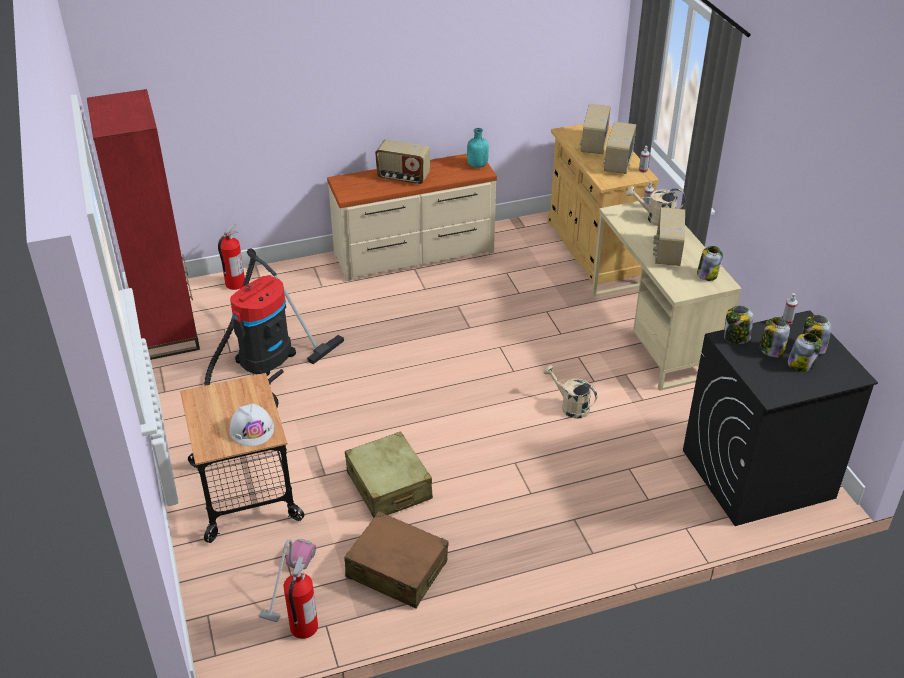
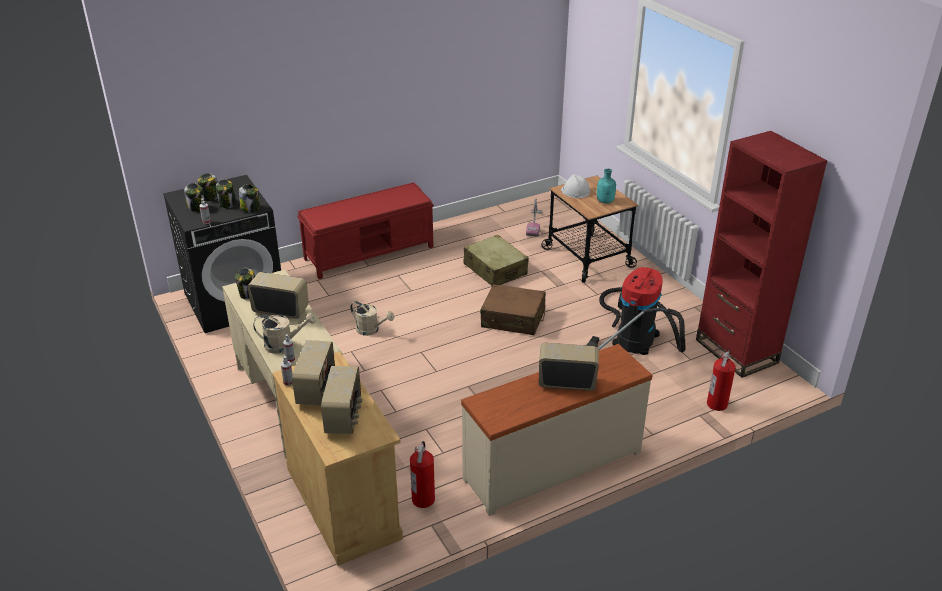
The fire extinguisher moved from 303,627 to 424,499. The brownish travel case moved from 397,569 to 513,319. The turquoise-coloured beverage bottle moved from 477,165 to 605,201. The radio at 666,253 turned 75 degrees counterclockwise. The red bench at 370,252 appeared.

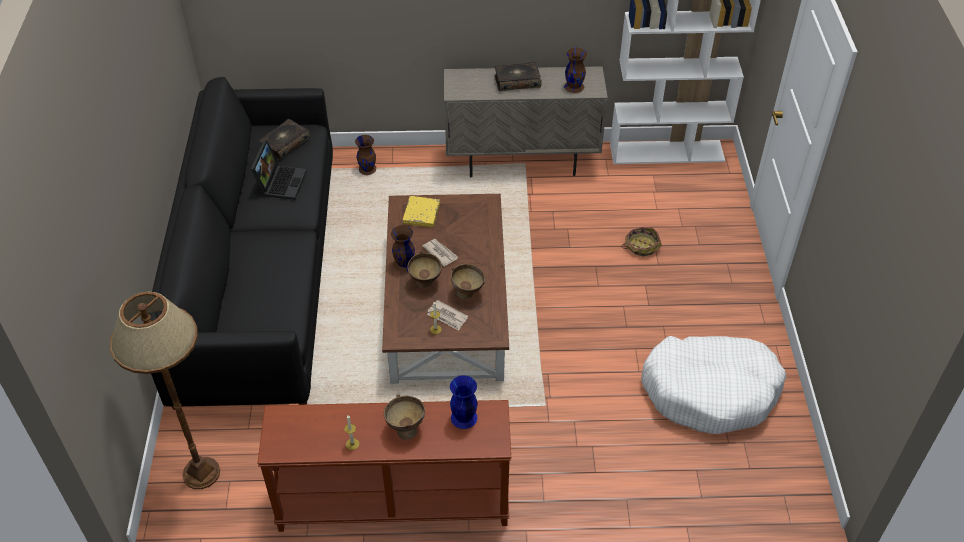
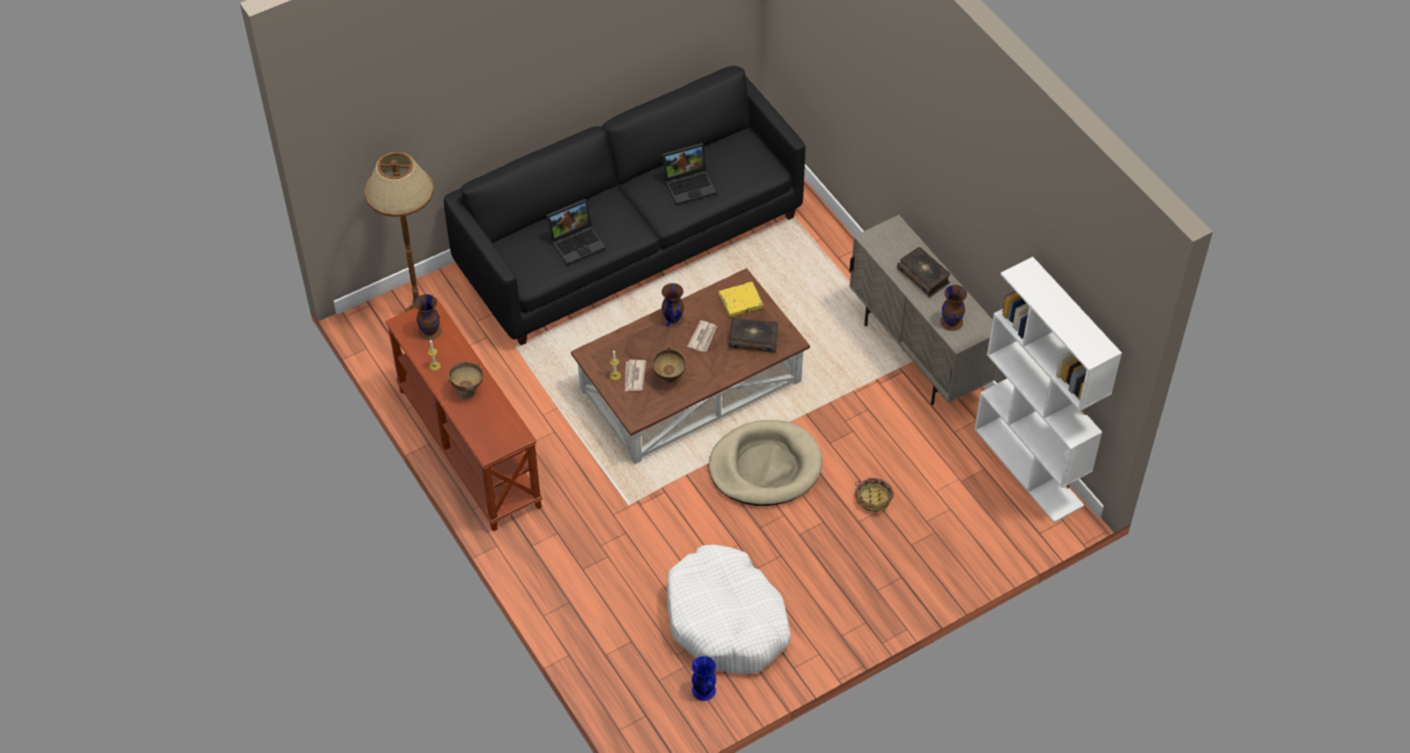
The volume moved from 284,144 to 753,339. The brownish flower vase moved from 367,169 to 430,331. The brownish deep dish at 425,284 disappeared. The bluish flower vase moved from 463,418 to 703,690. The portable computer at 577,242 appeared. The beige-coloured dog cushion at 765,466 appeared.

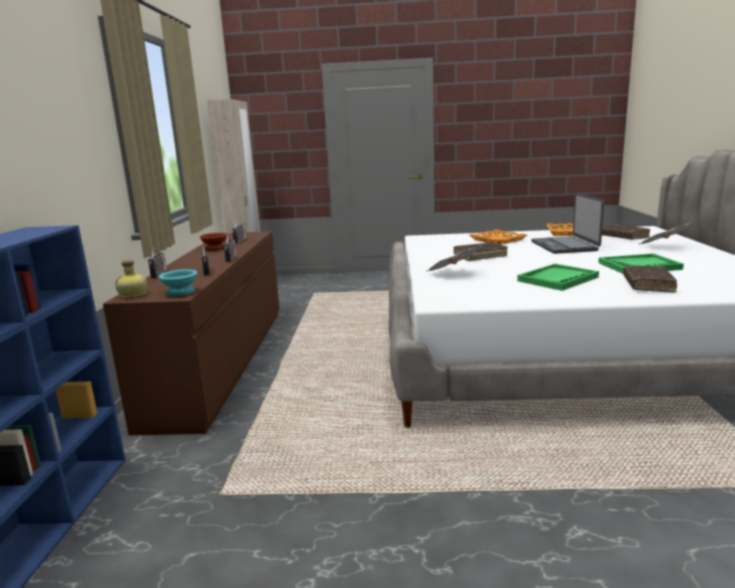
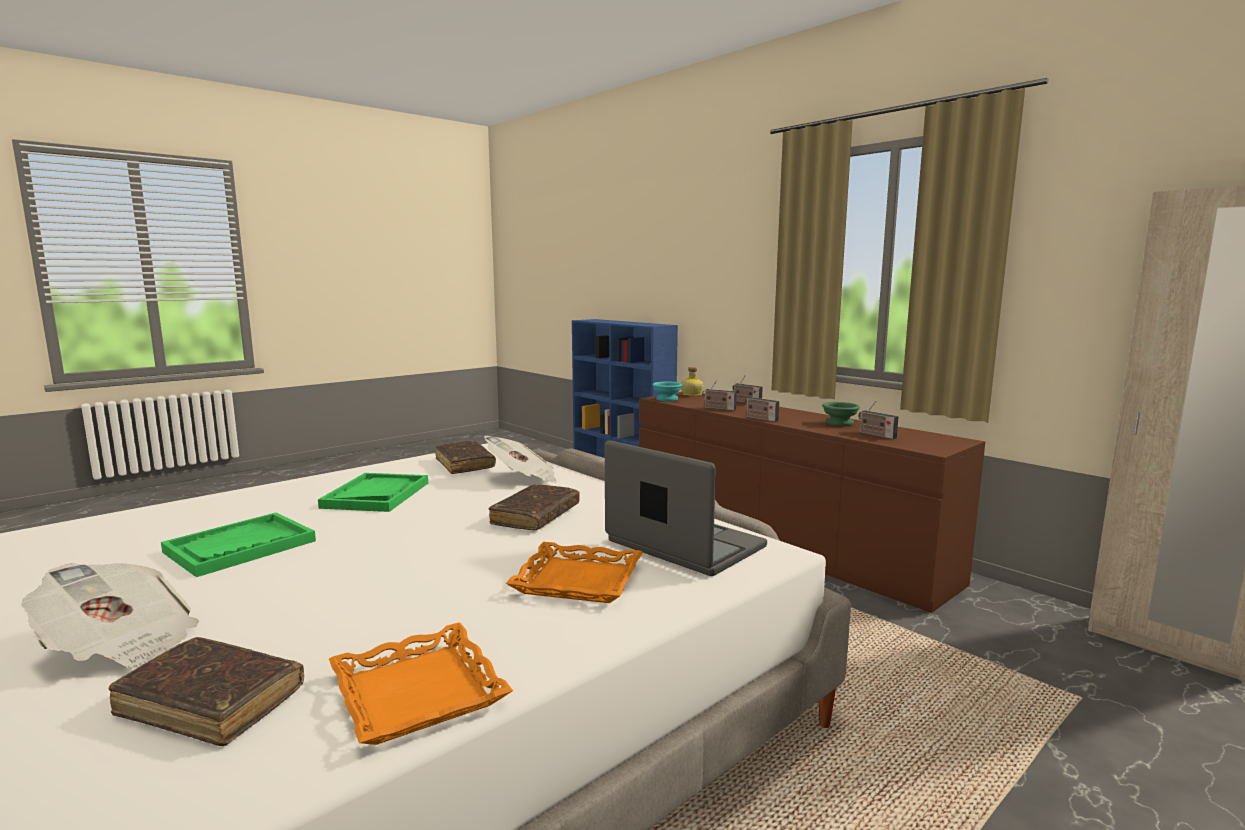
The brownish deep dish at 215,248 became the green-coloured deep dish at 840,423. The portable computer moved from 565,246 to 684,545. The brownish volume moved from 647,285 to 465,464.

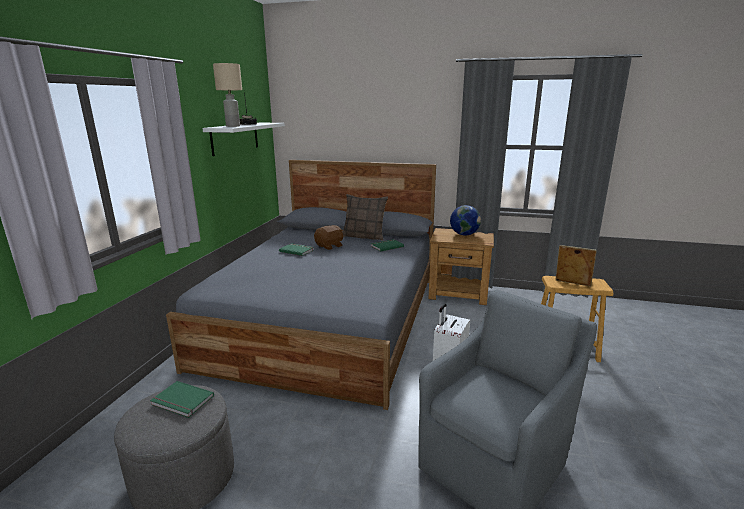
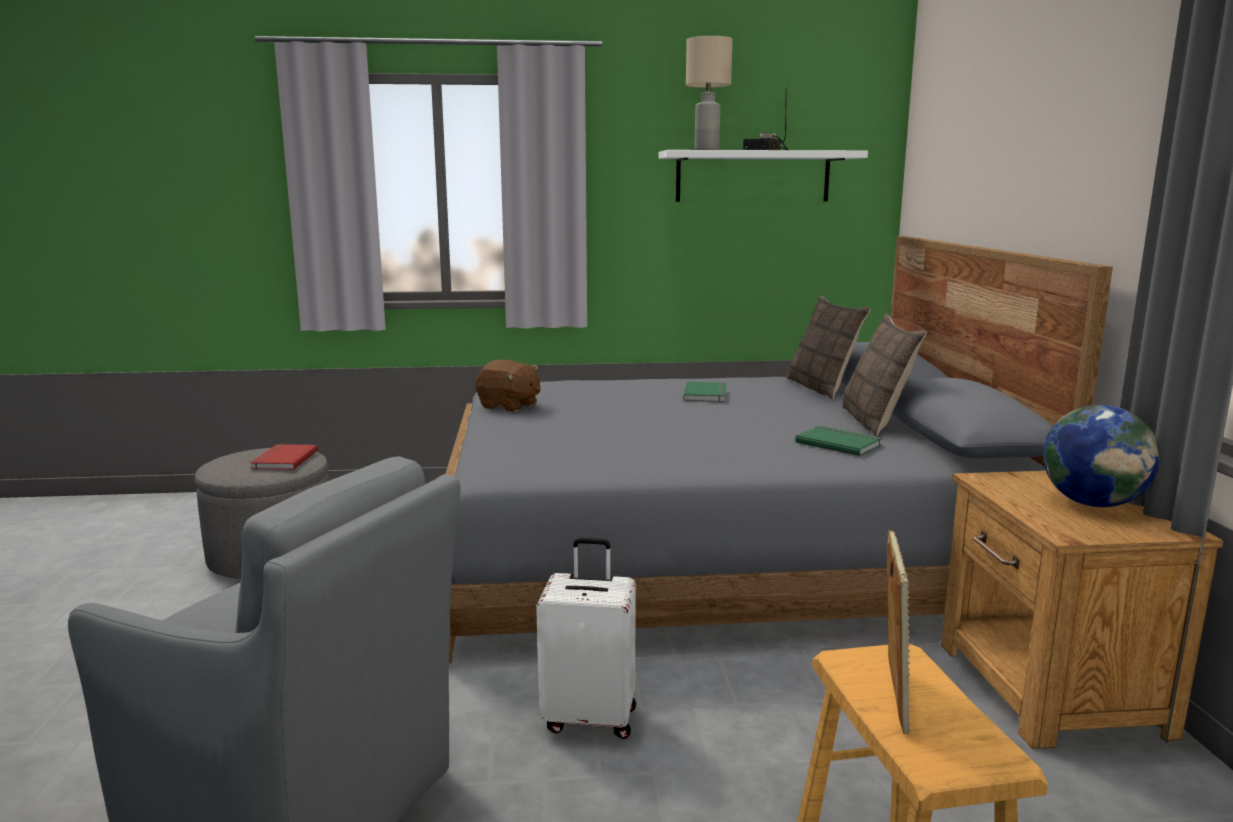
The green-coloured volume at 181,401 became the red volume at 283,460. The brownish soft toy moved from 329,246 to 509,406. The pillow at 822,388 appeared.

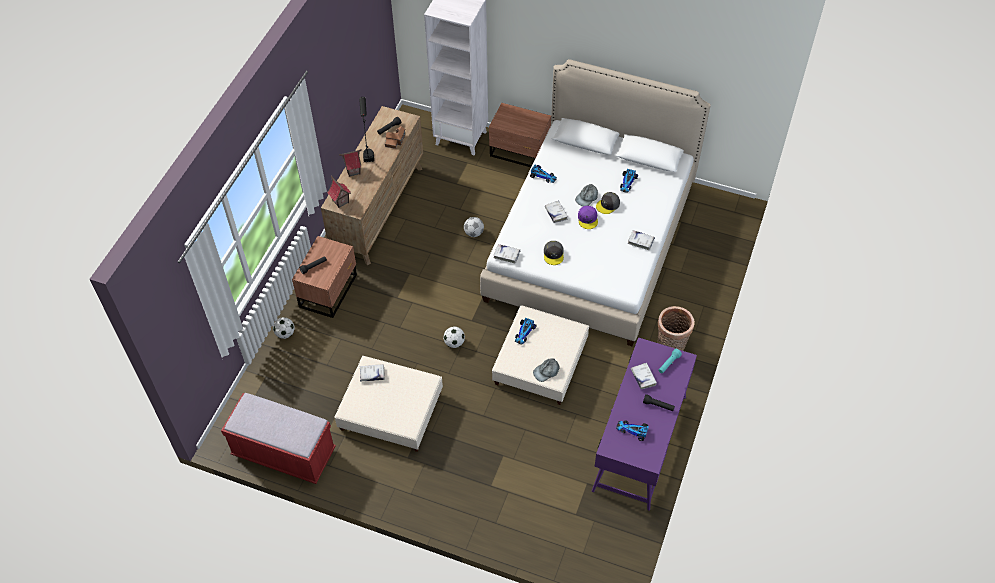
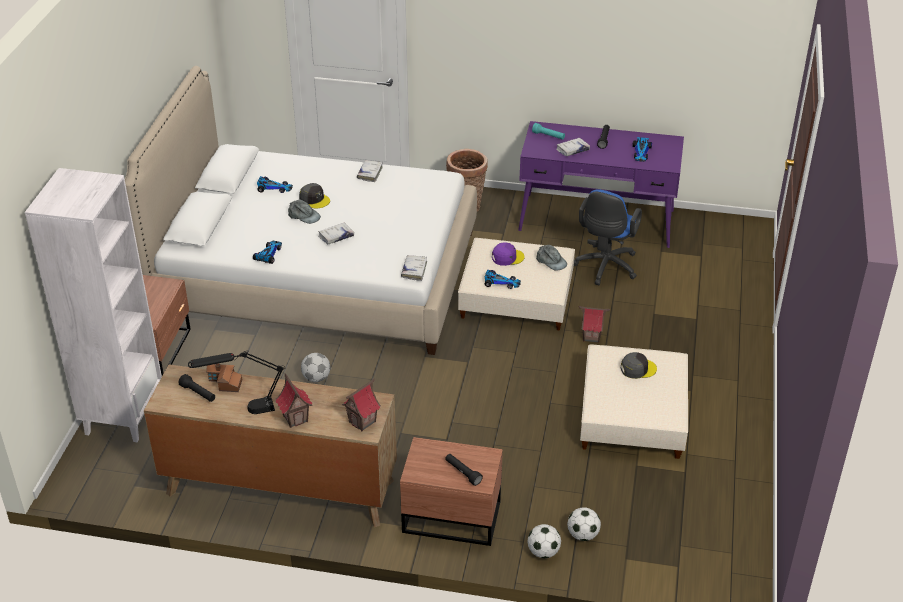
The red bench at 284,453 disappeared. The white-coloured volume at 372,374 disappeared. The football moved from 454,343 to 583,535. The gray cap moved from 553,254 to 638,368. The purplish cap moved from 588,219 to 507,257. The bluish office chair at 605,268 appeared. The miniature house at 591,337 appeared.

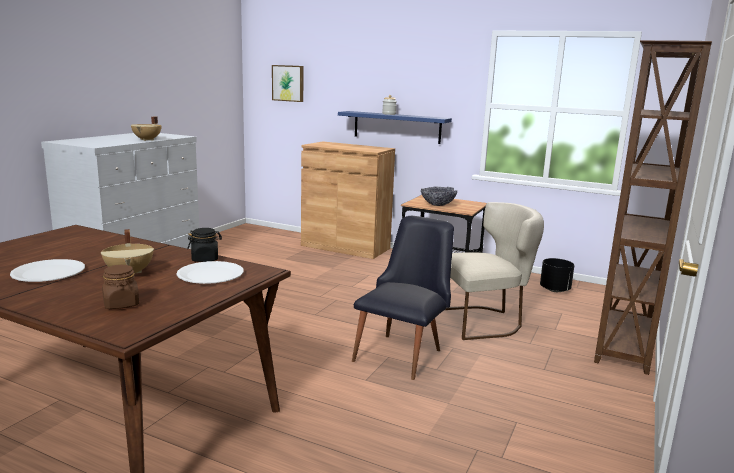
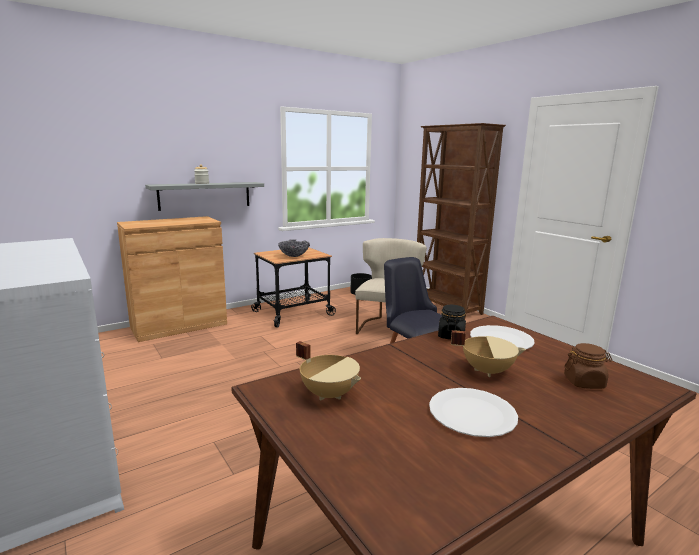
The beige-coloured stockpot moved from 147,140 to 329,394. The picture at 288,83 disappeared. The bluish bracket shelf at 397,127 became the gray bracket shelf at 205,195.

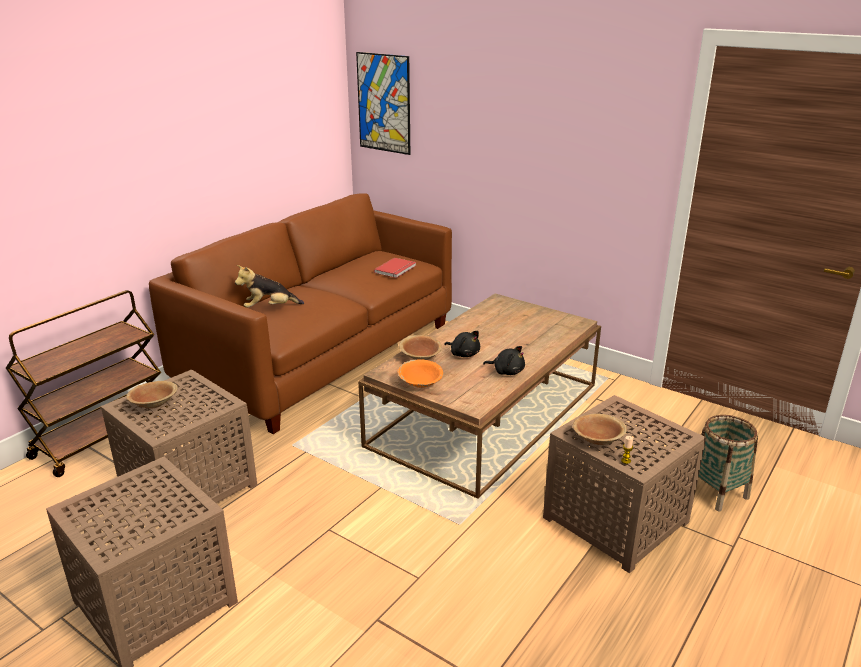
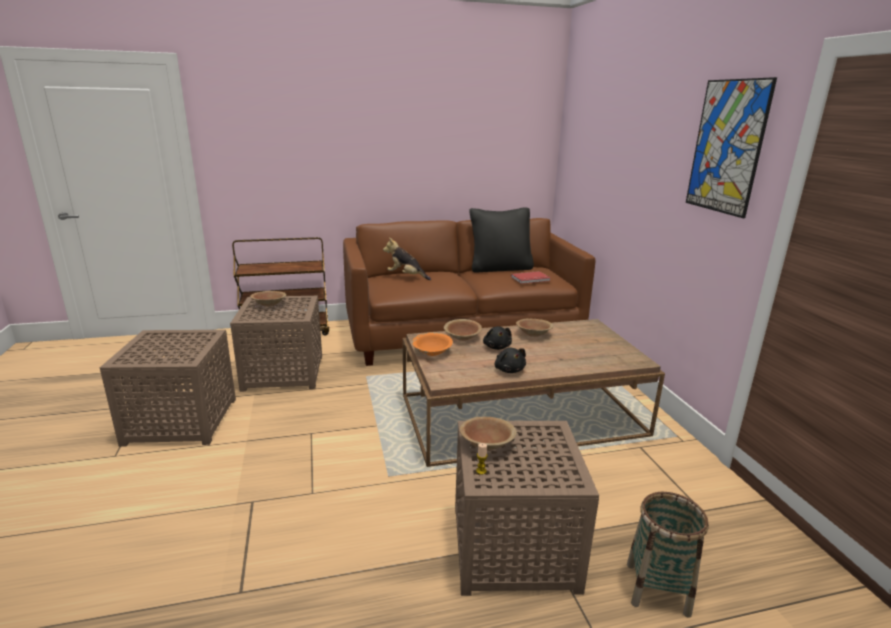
The picture moved from 384,103 to 727,147. The black pillow at 500,268 appeared. The brownish deep dish at 533,334 appeared.

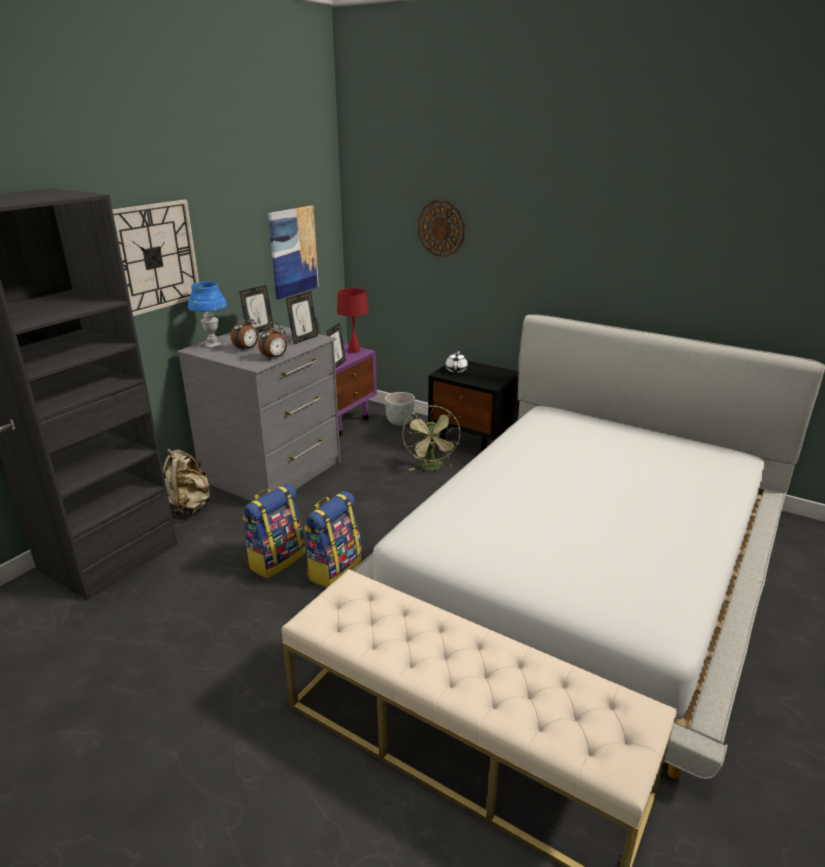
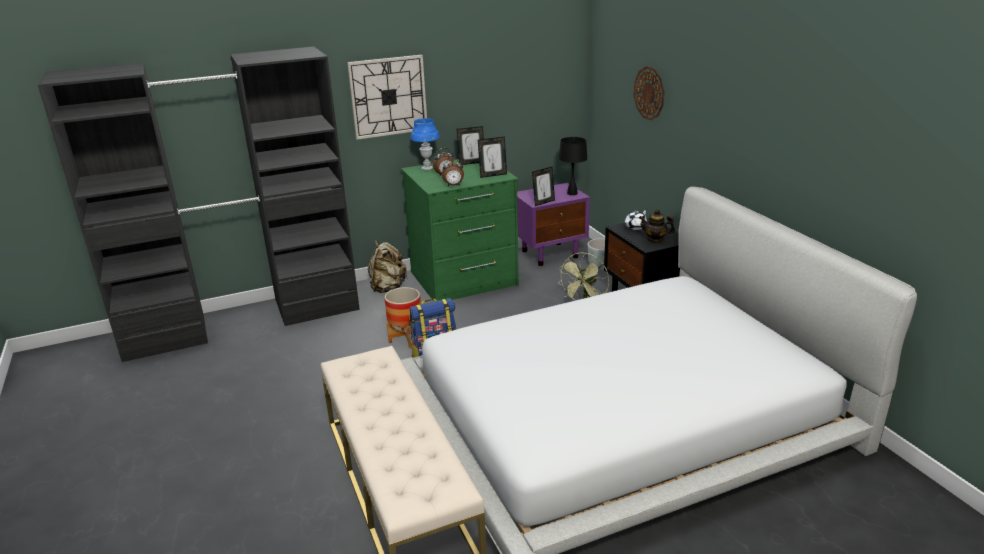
The gray dresser at 273,472 became the green-coloured dresser at 464,279. The knapsack at 276,560 was replaced by the plant pot at 406,339. The picture at 293,251 disappeared. The red table lamp at 354,350 became the black table lamp at 572,193. The teapot at 655,240 appeared.

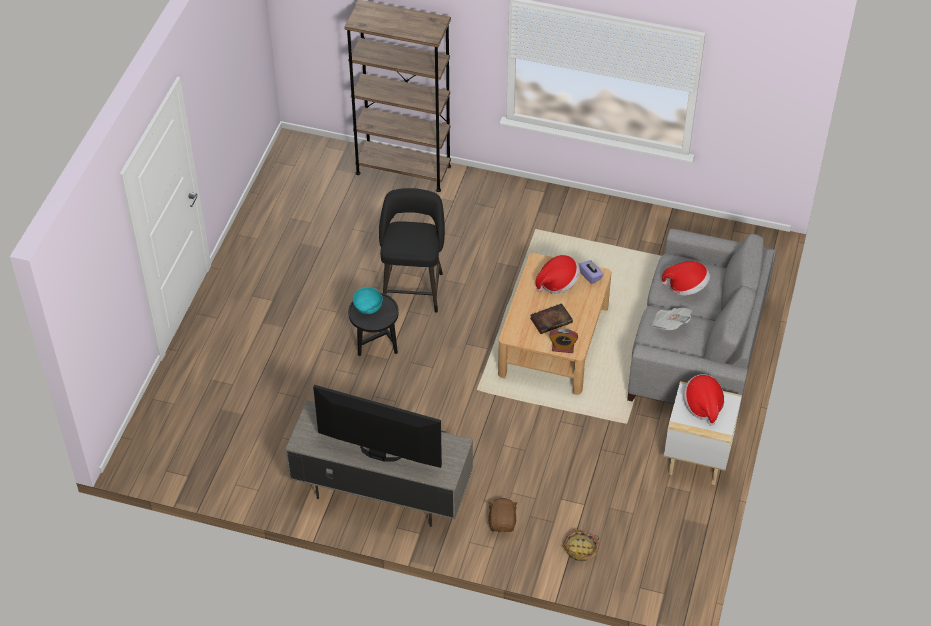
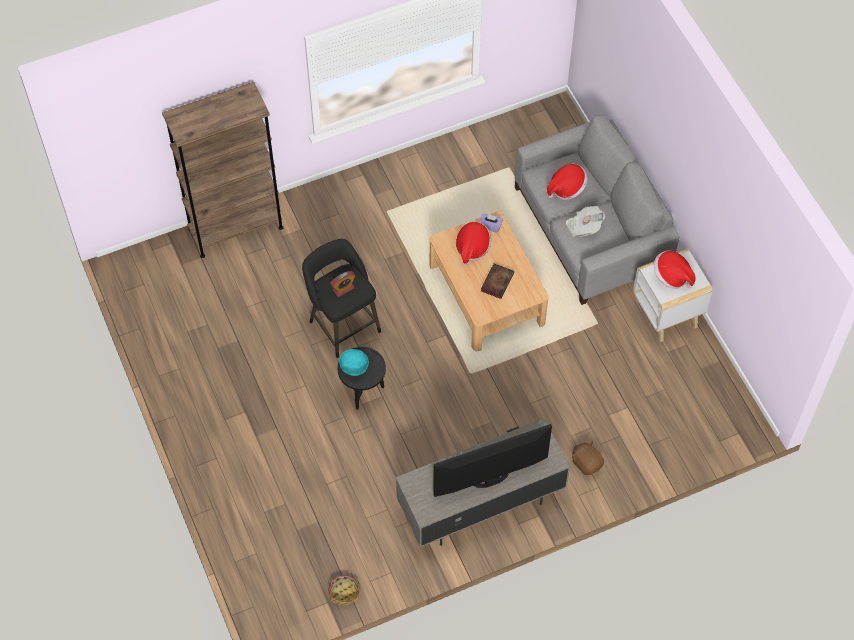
The table clock moved from 562,348 to 343,289. The storage basket moved from 581,549 to 344,592.

